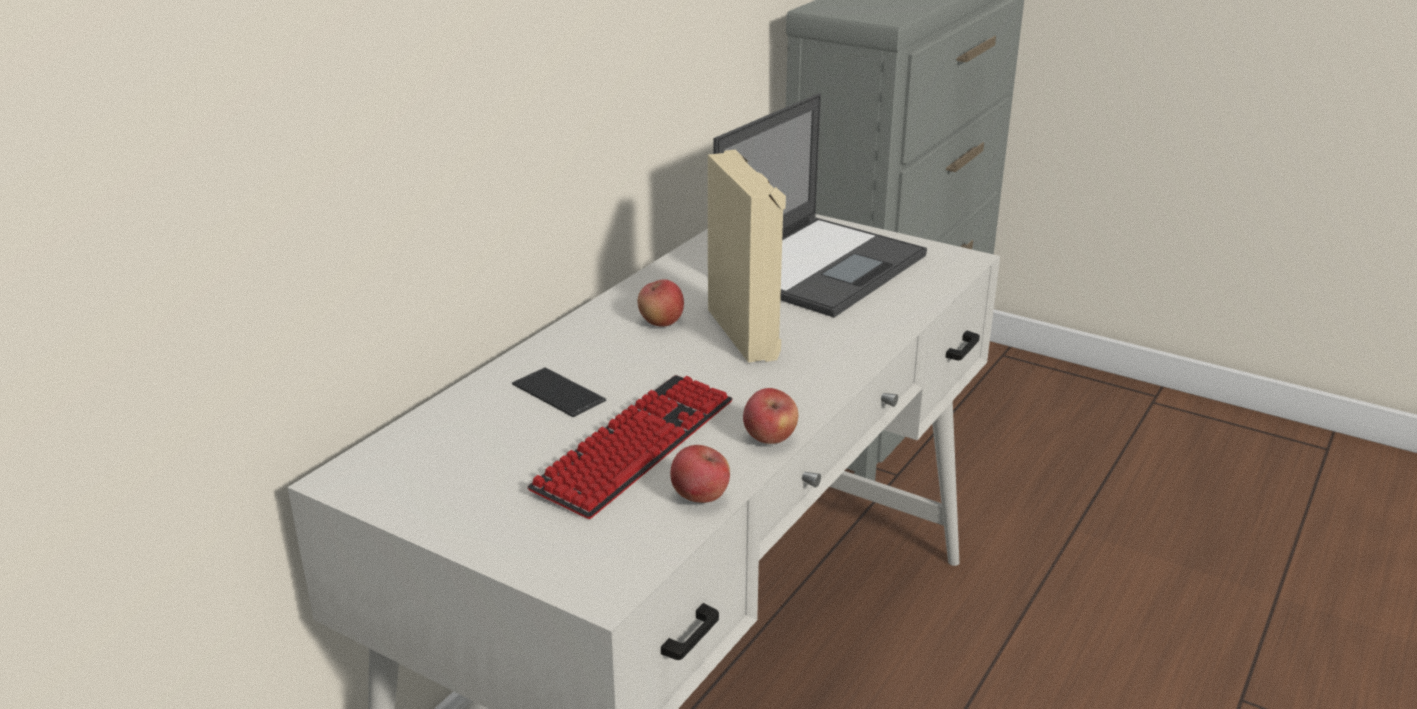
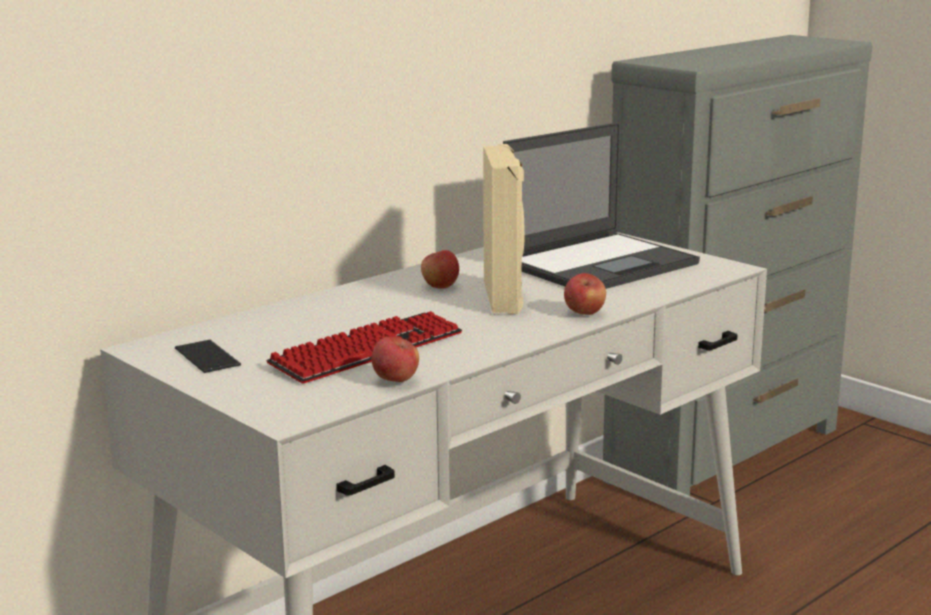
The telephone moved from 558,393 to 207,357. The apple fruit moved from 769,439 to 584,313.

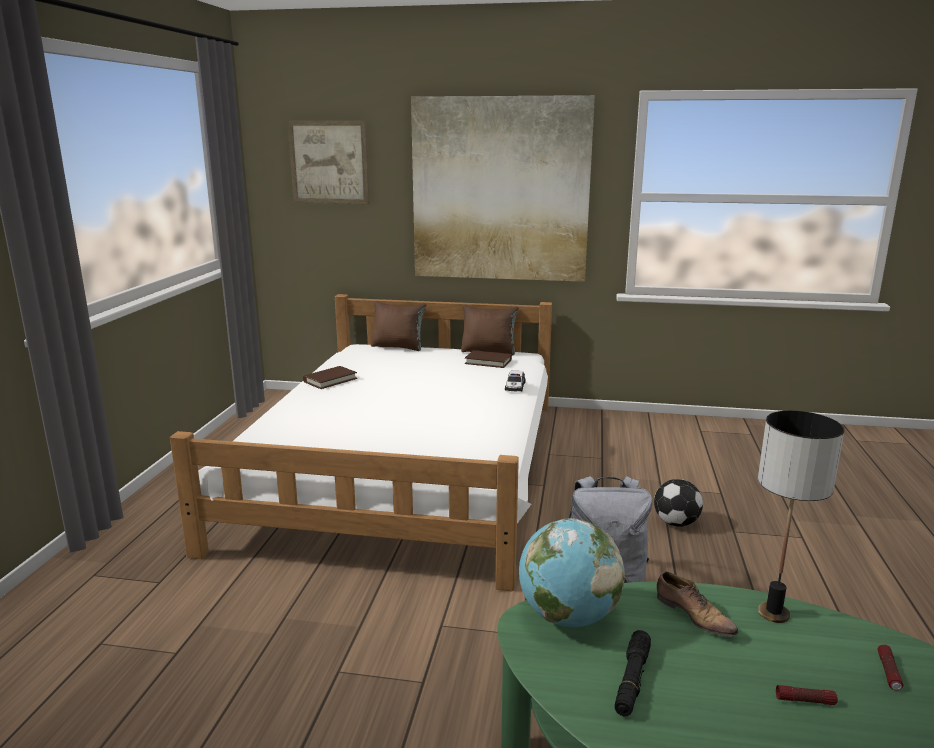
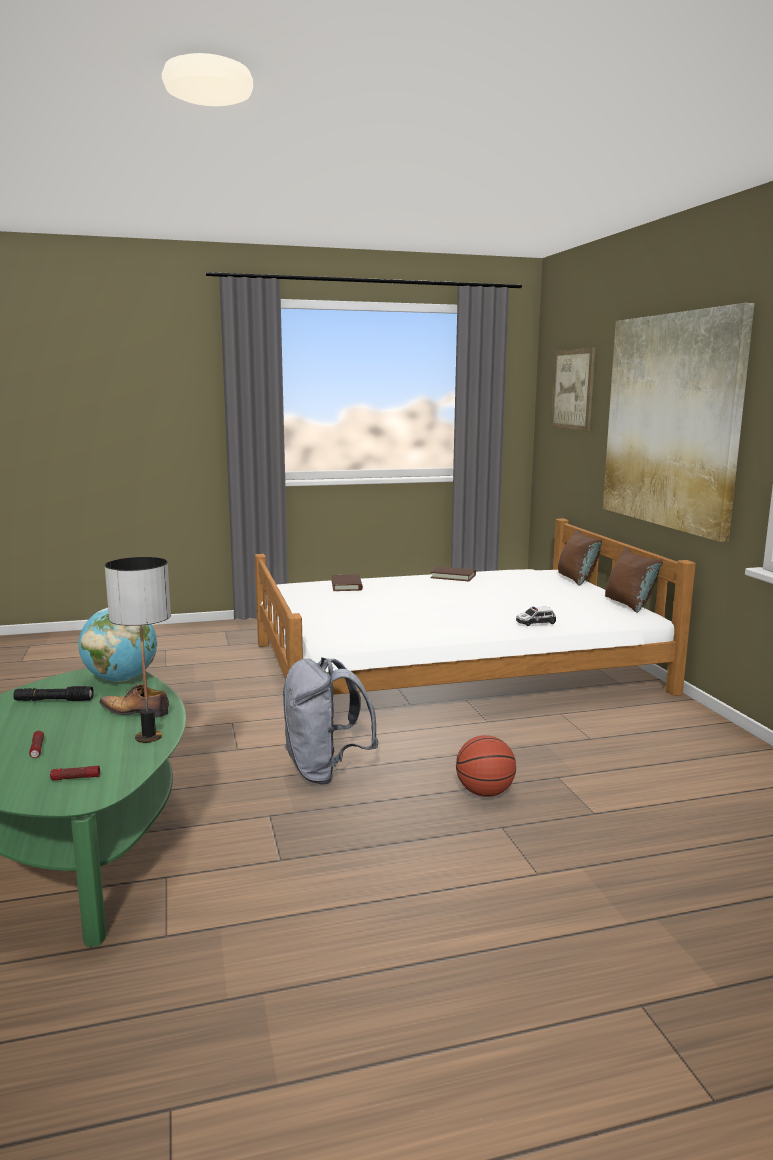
The brownish volume moved from 488,361 to 346,585. The football at 676,523 was replaced by the ball for basketball at 484,792. The shoe at 693,615 turned 75 degrees clockwise.

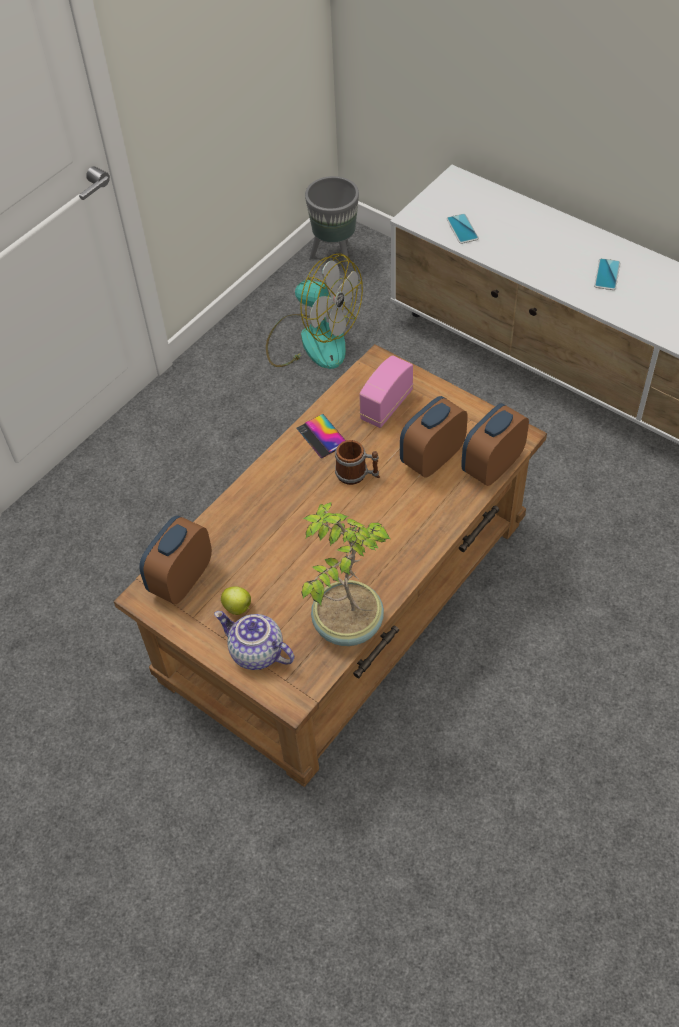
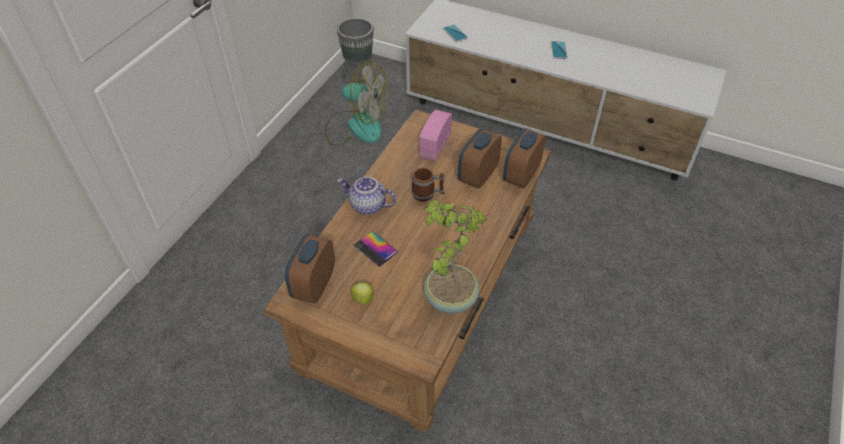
The teapot moved from 255,653 to 367,206. The telephone moved from 322,436 to 375,248.

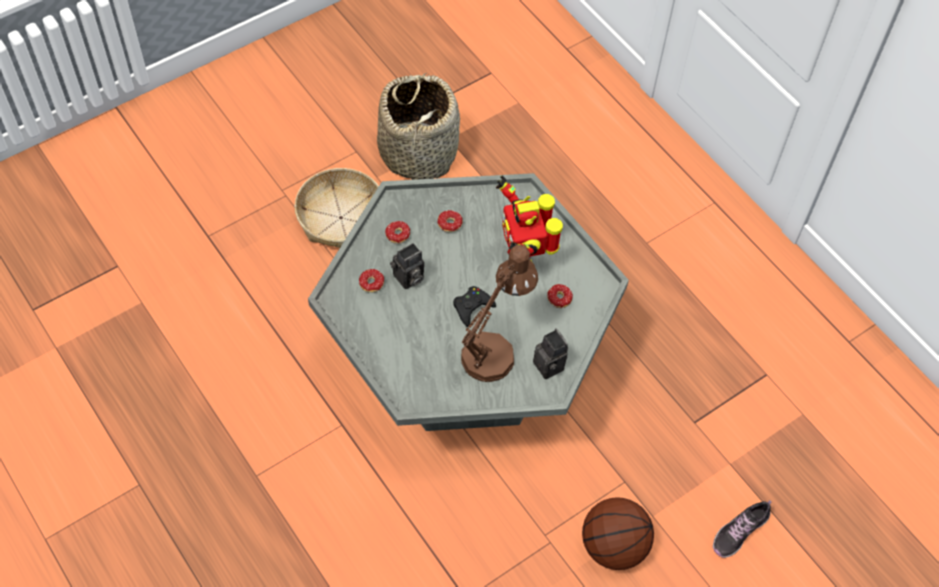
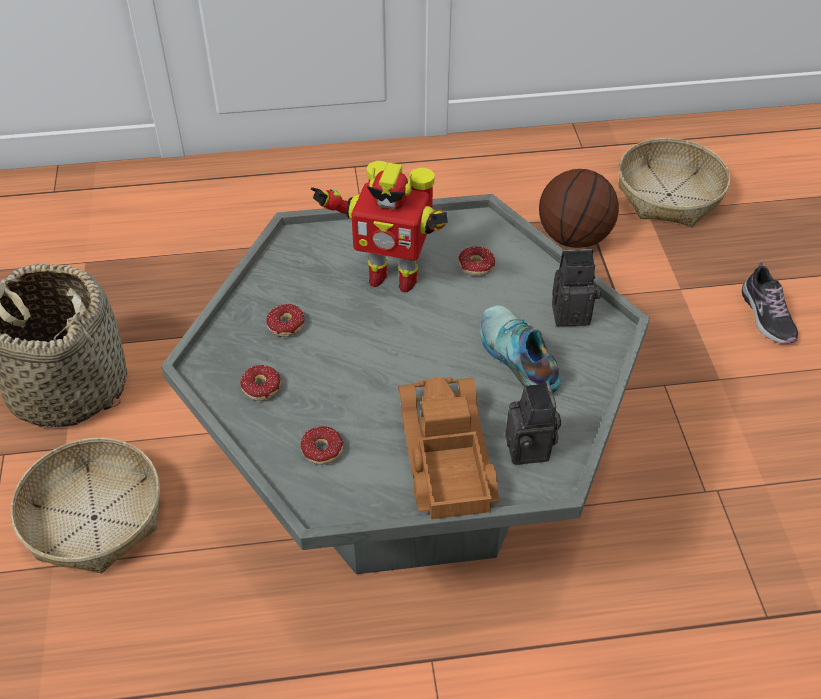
The still camera moved from 408,279 to 531,449. The black joypad at 472,307 disappeared. The brownish table lamp at 494,349 was replaced by the shoe at 516,357. The ball for basketball moved from 612,546 to 574,238. The toy truck at 443,456 appeared. The storage basket at 668,195 appeared.

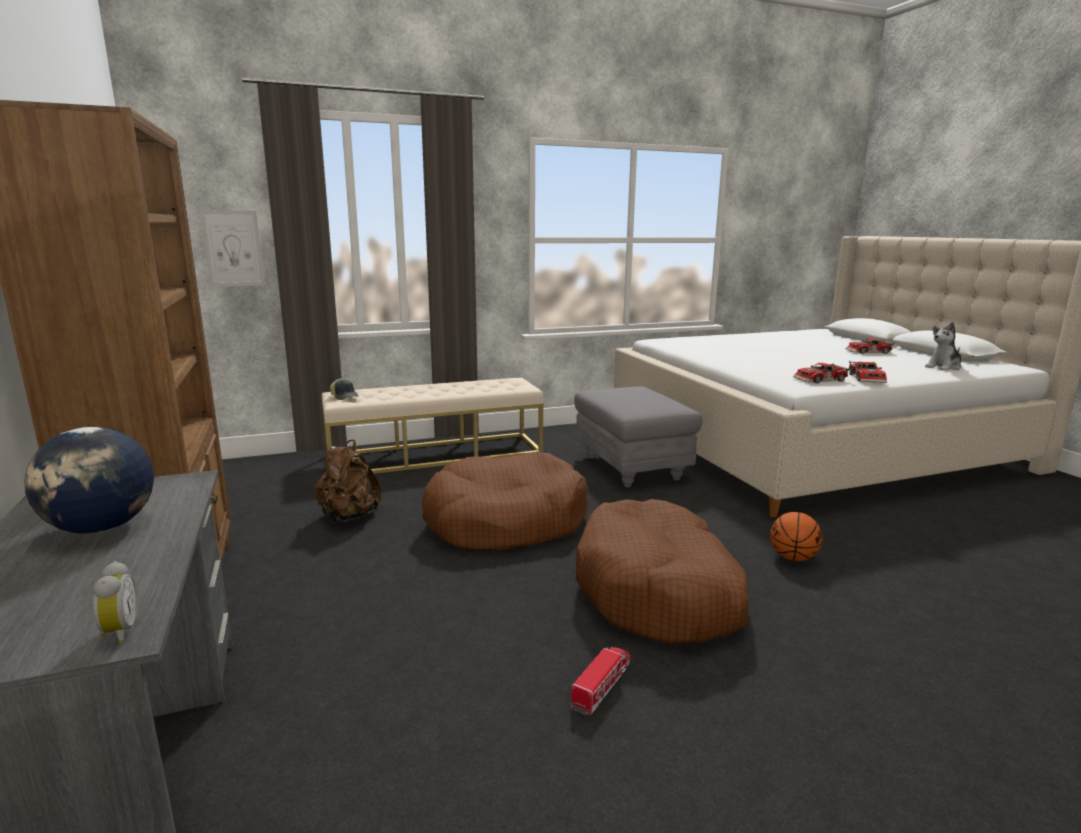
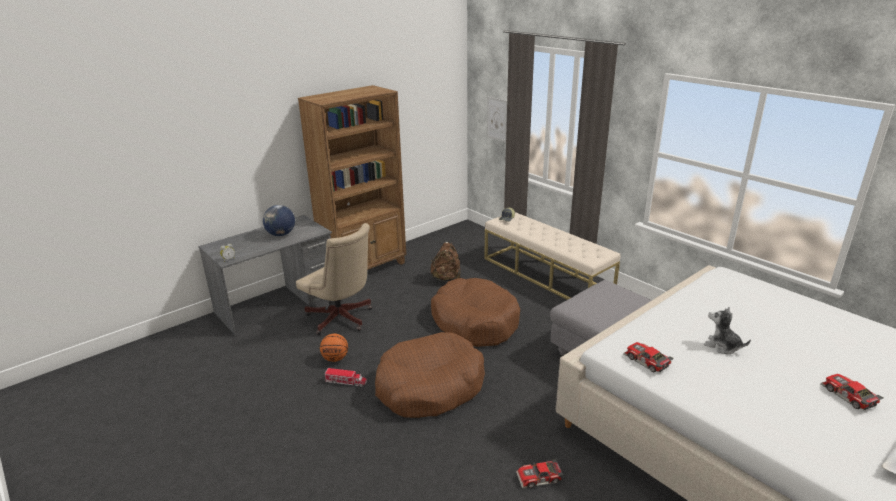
The ball for basketball moved from 792,558 to 335,358. The miniature car moved from 867,378 to 539,479. The soft toy moved from 943,367 to 722,346. The beige-coloured office chair at 341,320 appeared.

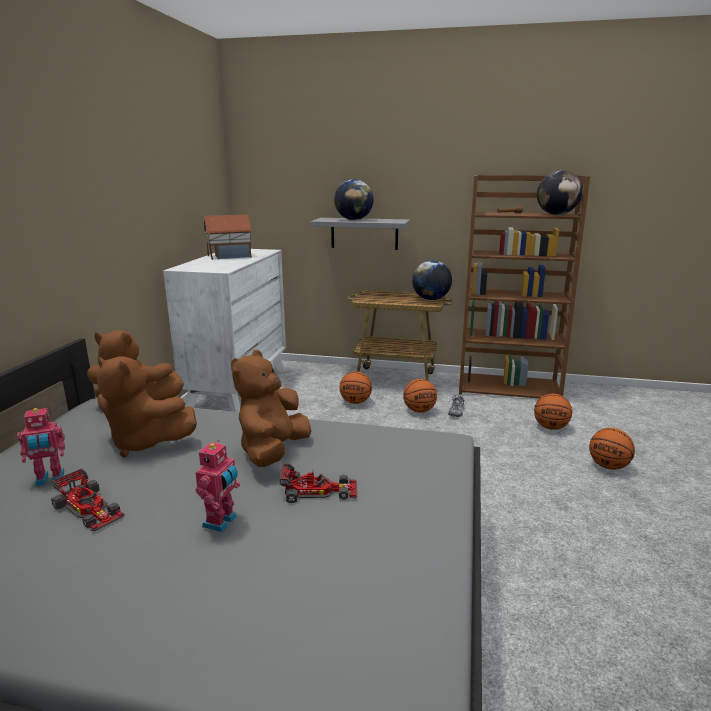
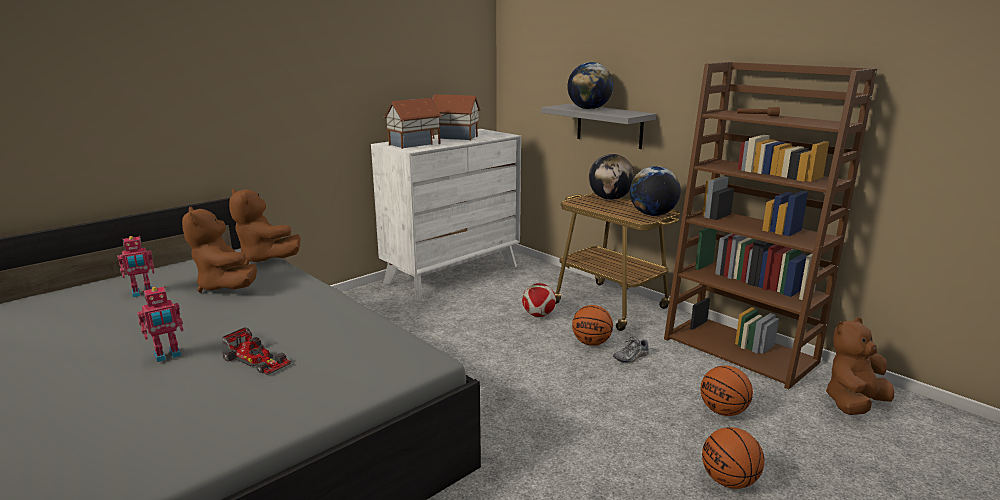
The robot figure at 50,479 turned 45 degrees counterclockwise. The miniature car at 89,508 disappeared. The brownish soft toy moved from 273,451 to 853,404. The ball for basketball at 355,402 was replaced by the football at 538,315. The globe moved from 556,214 to 610,199. The miniature house at 415,144 appeared.

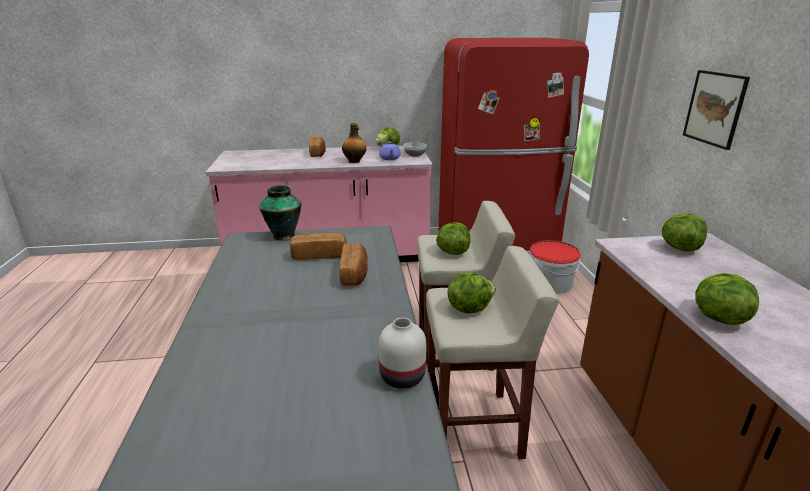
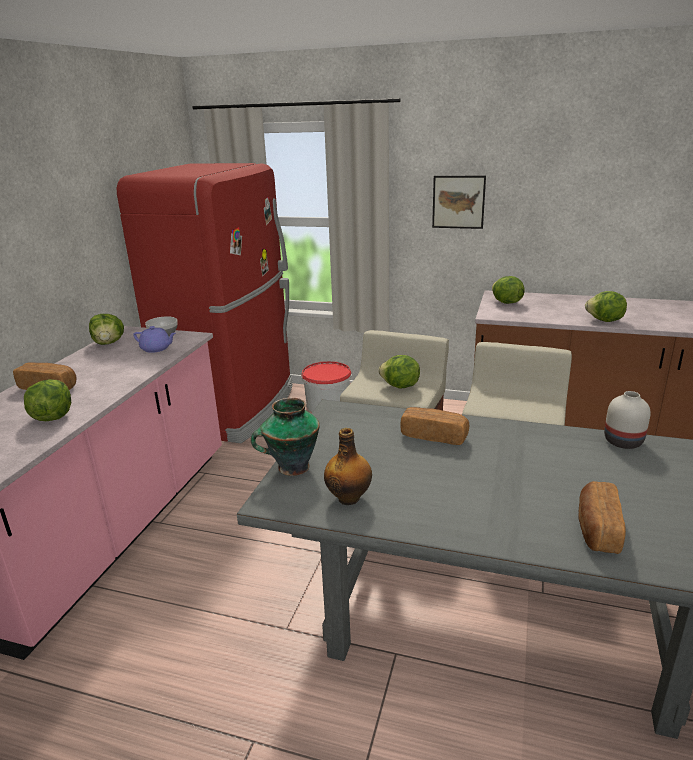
The bread moved from 319,255 to 597,529. The beverage bottle moved from 354,161 to 349,498. The lettuce head moved from 469,308 to 52,417.

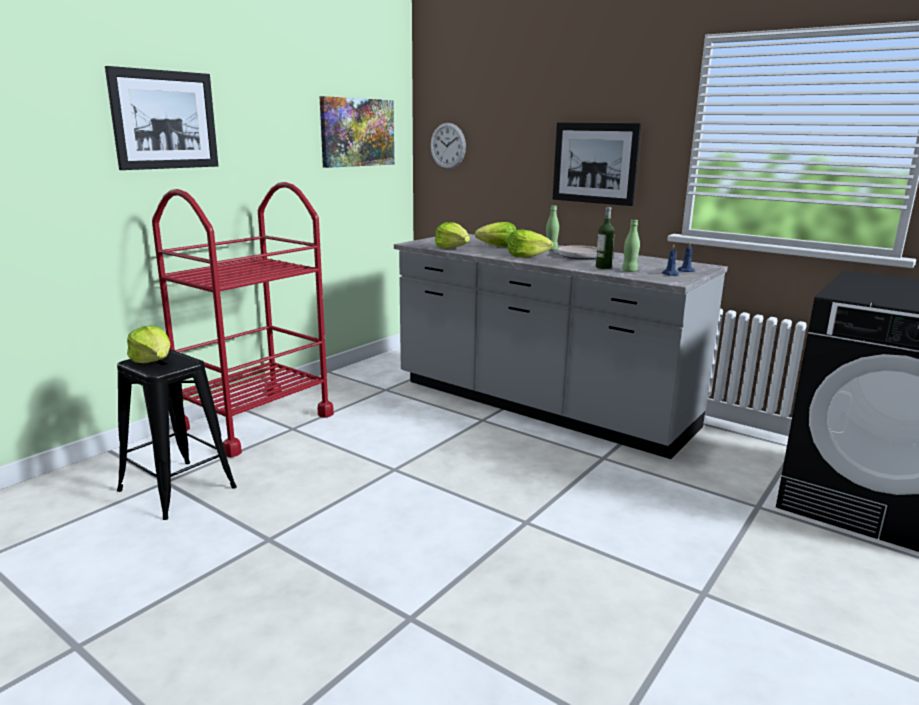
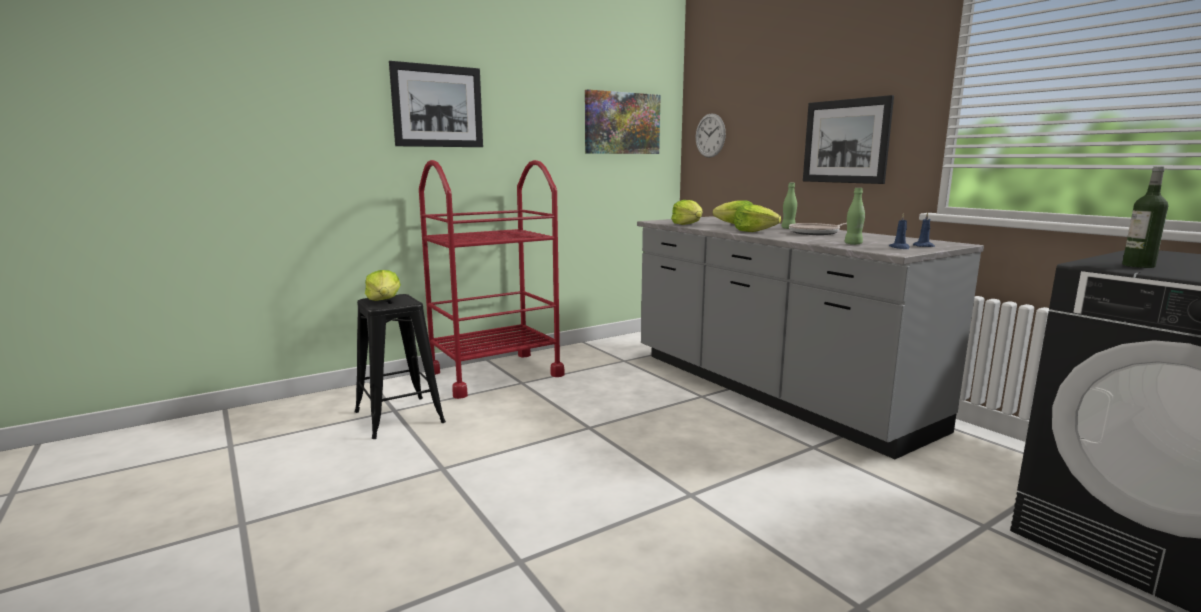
The beverage bottle moved from 603,267 to 1138,265.

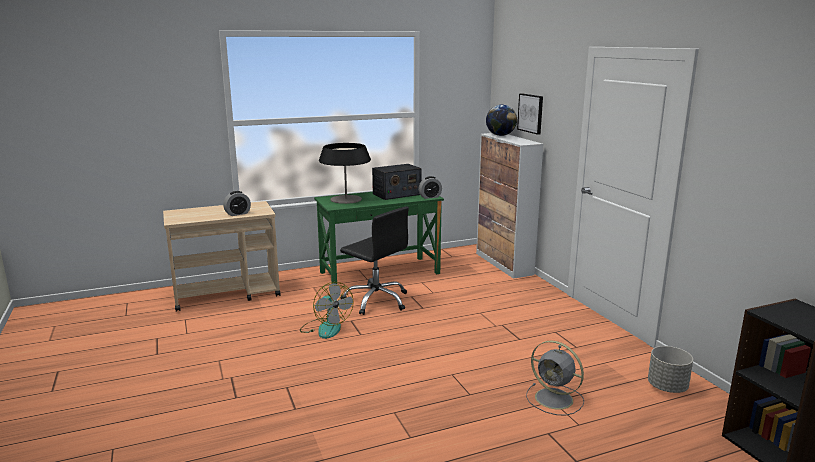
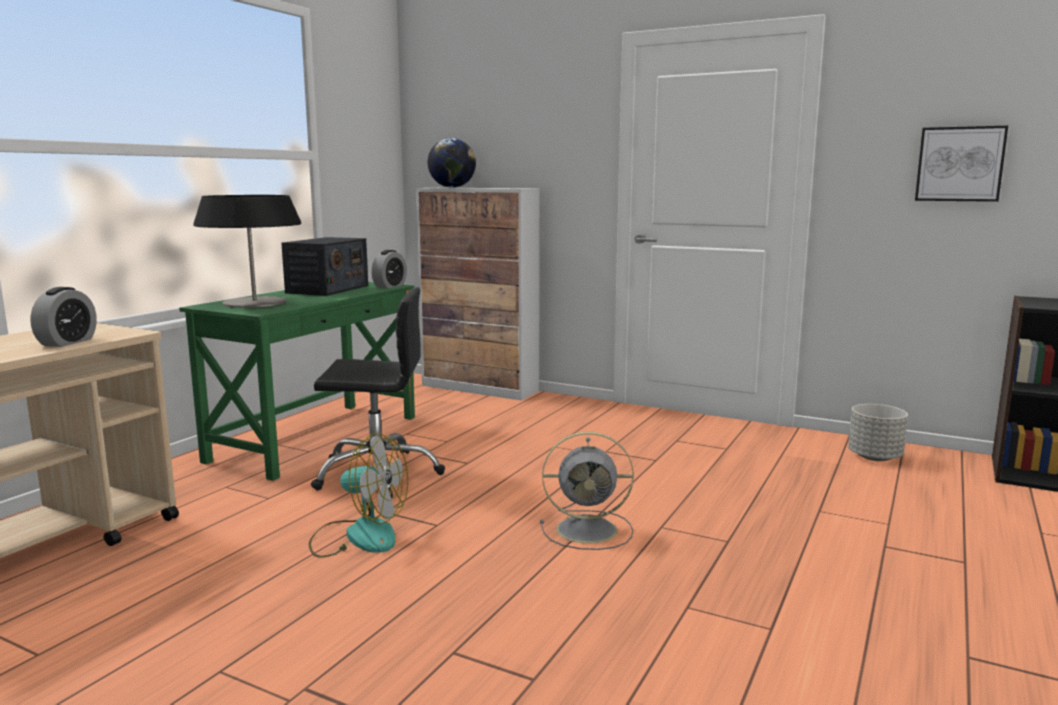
The picture moved from 531,113 to 960,164. The gray electric fan moved from 555,399 to 589,530.

